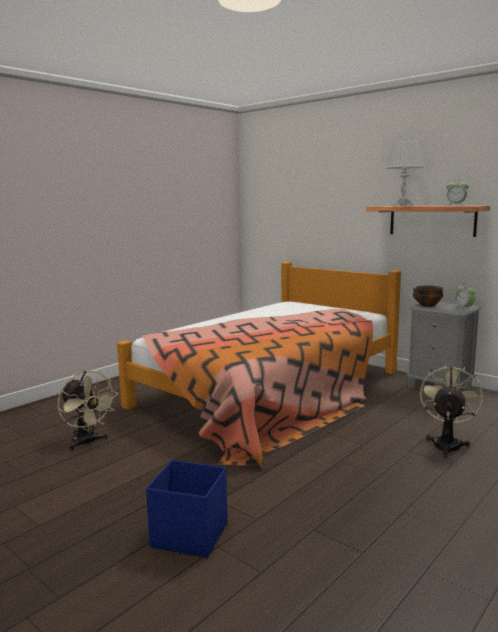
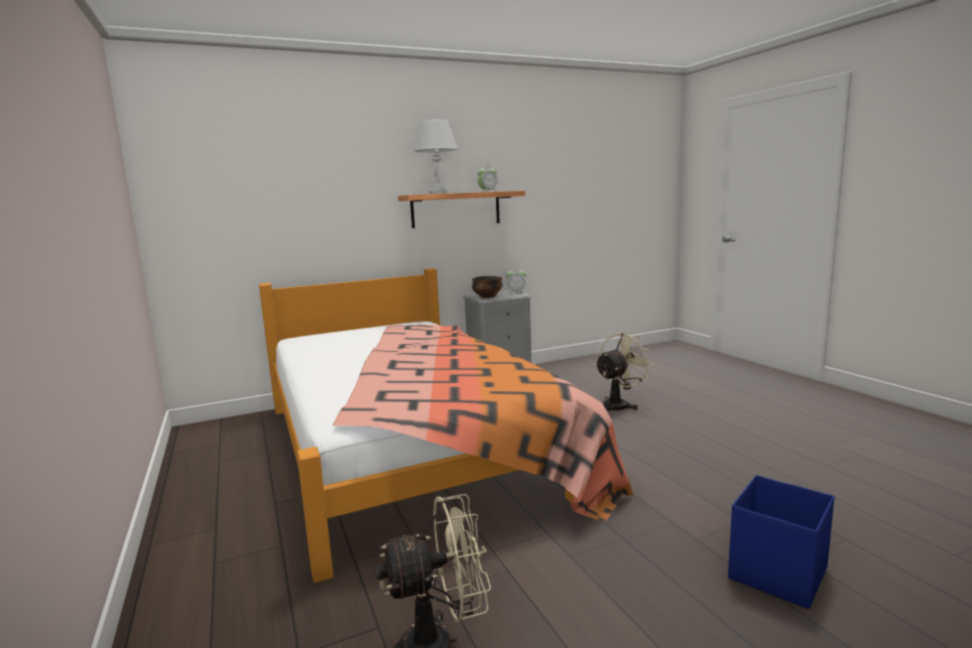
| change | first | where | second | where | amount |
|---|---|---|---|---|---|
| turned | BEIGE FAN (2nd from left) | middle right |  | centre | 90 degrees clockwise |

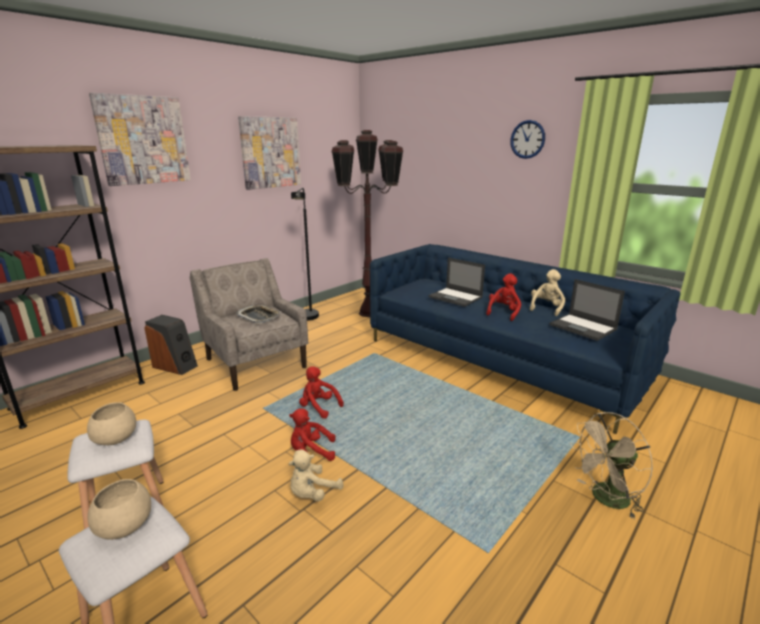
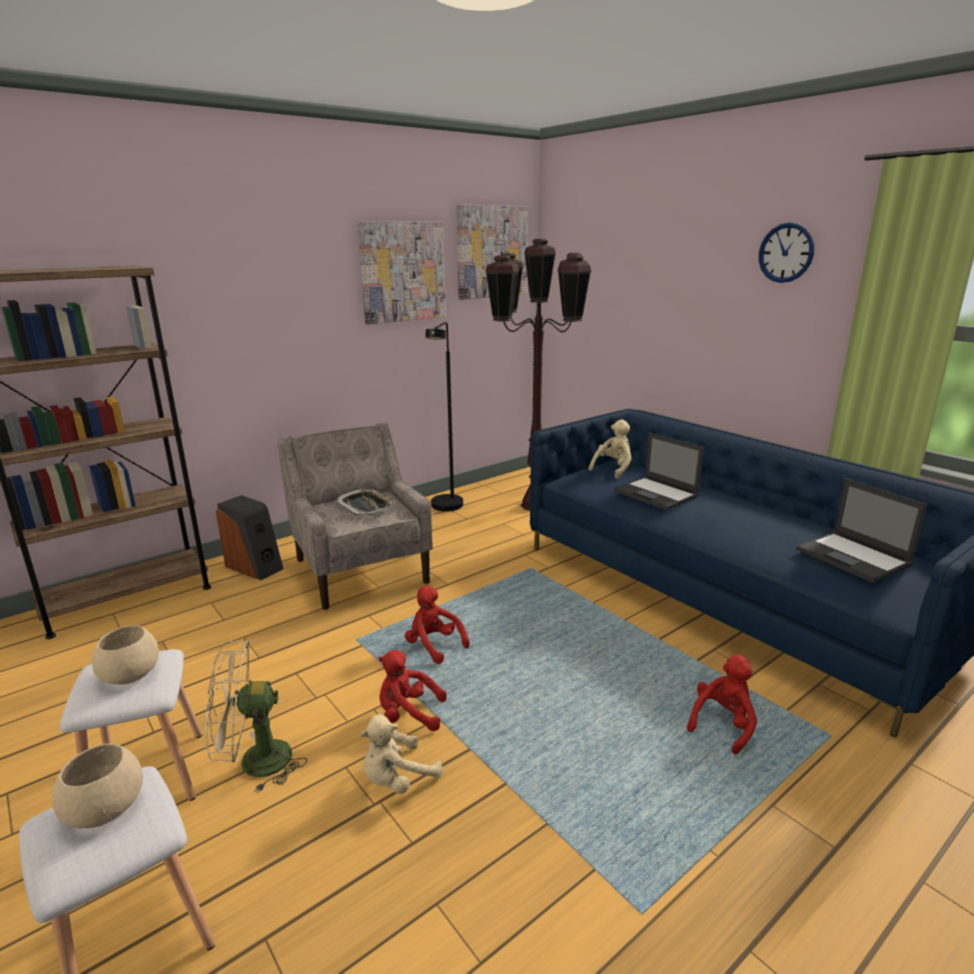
| change | first | where | second | where | amount |
|---|---|---|---|---|---|
| moved | PICTURE (1st from left in the first image) | top left | PICTURE (2nd from left) | top centre |  |
| moved | RED PLUSH TOY (3rd from left) | centre |  | bottom right |  |
| moved | BEIGE PLUSH TOY (2nd from left) | middle right |  | centre |  |
| moved | BEIGE FAN | bottom right |  | bottom left |  |

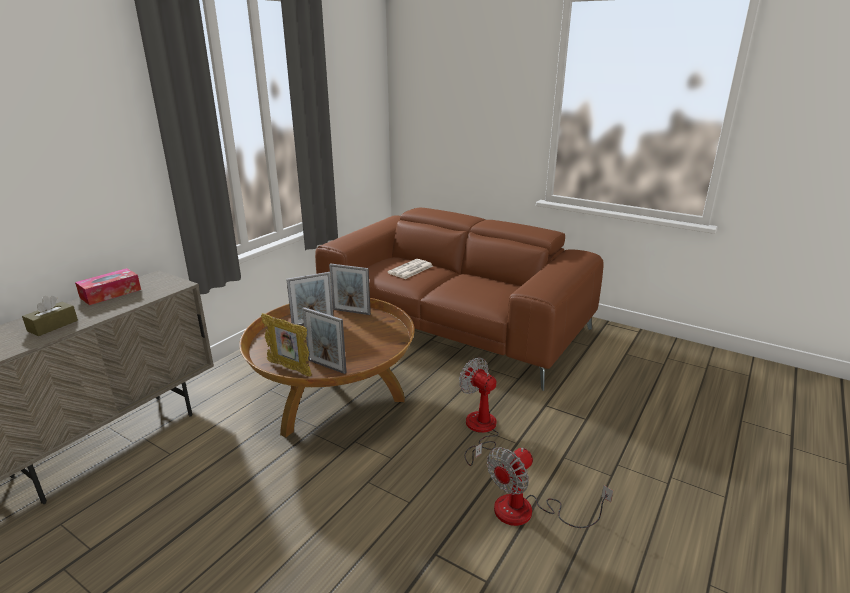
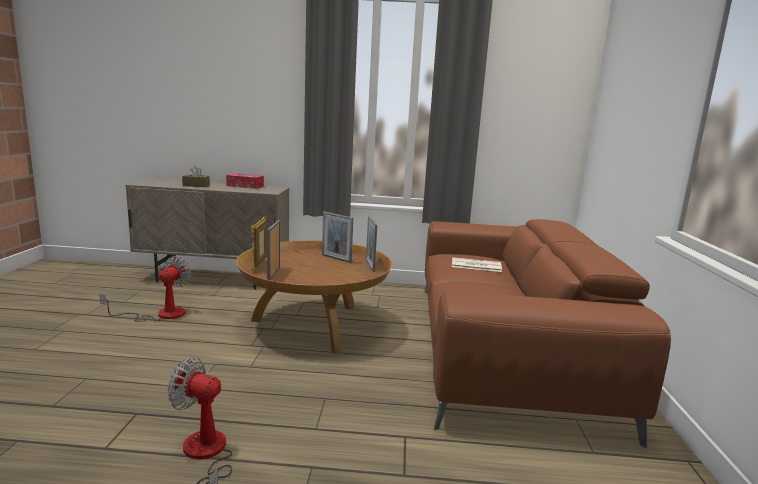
| change | first | where | second | where | amount |
|---|---|---|---|---|---|
| moved | FAN (1st from left) | bottom centre |  | middle left |  |

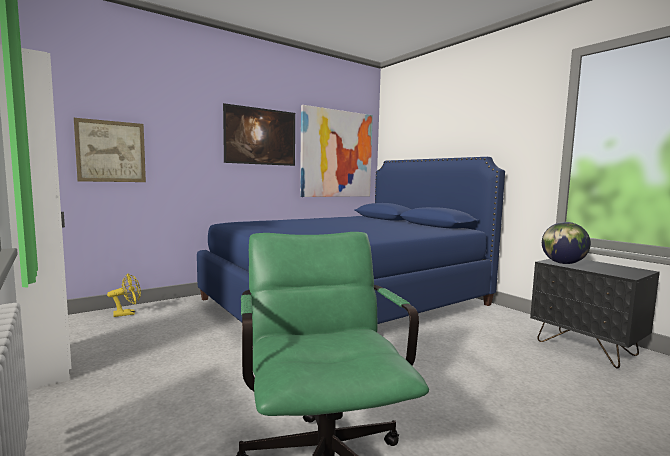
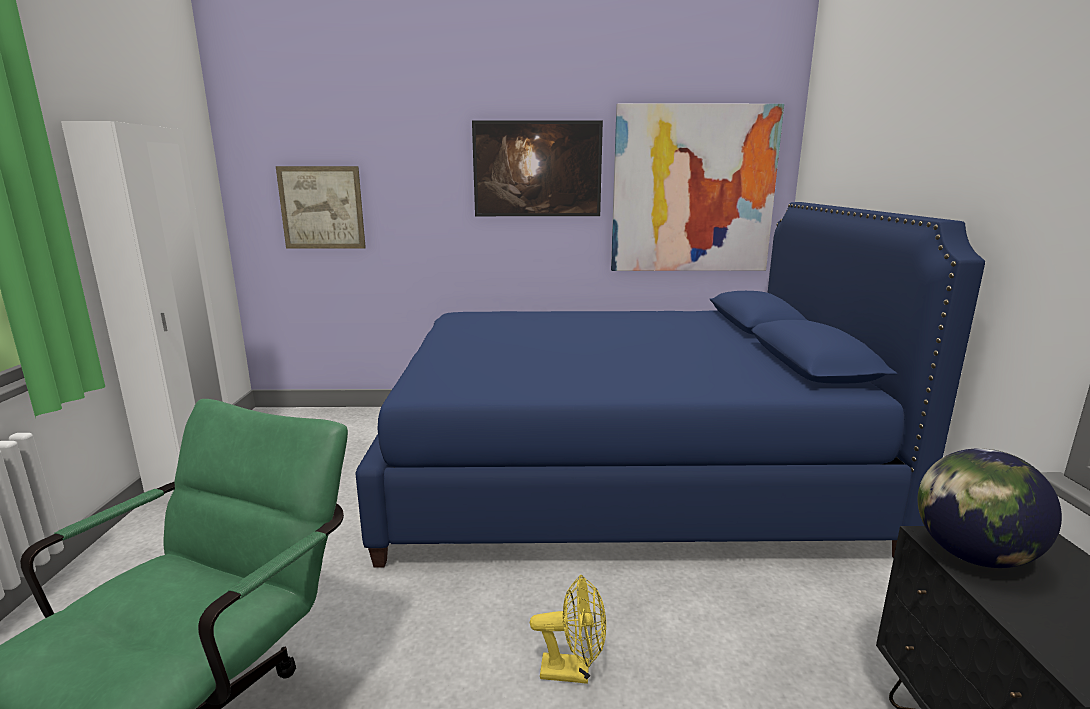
| change | first | where | second | where | amount |
|---|---|---|---|---|---|
| moved | YELLOW FAN | middle left |  | bottom centre |  |

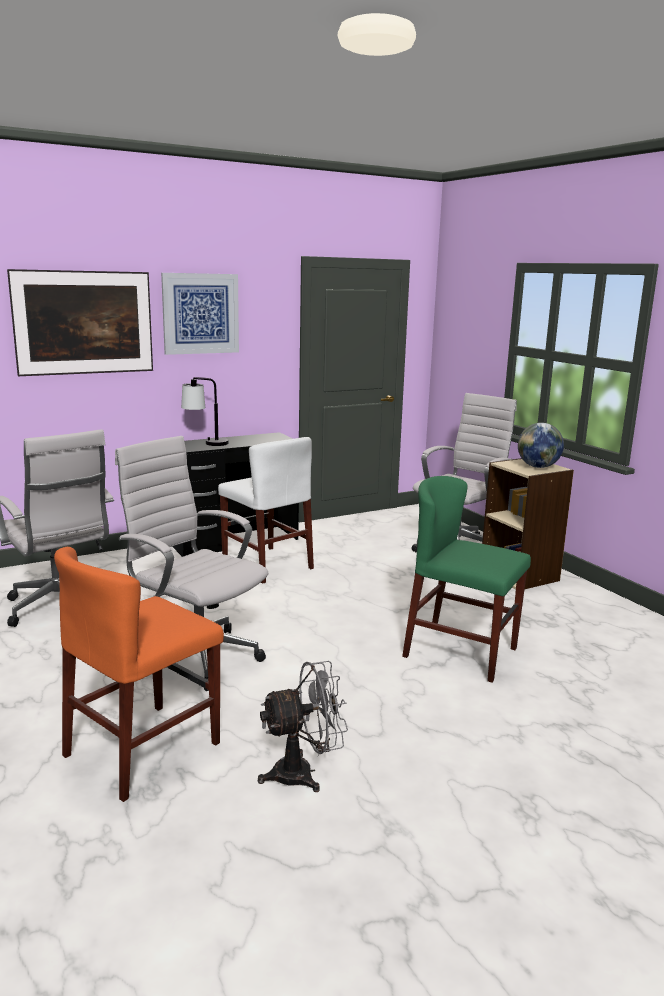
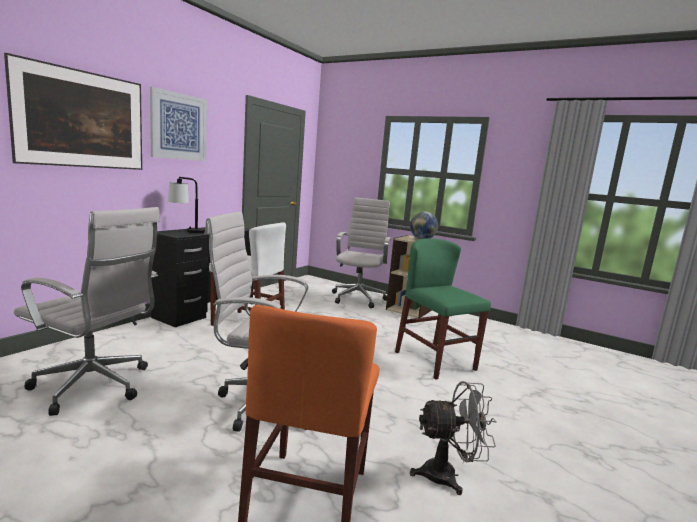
| change | first | where | second | where | amount |
|---|---|---|---|---|---|
| turned | GREY FAN | bottom centre |  | bottom centre | 45 degrees clockwise |
| turned | GREEN CHAIR | middle right |  | centre | 60 degrees clockwise |

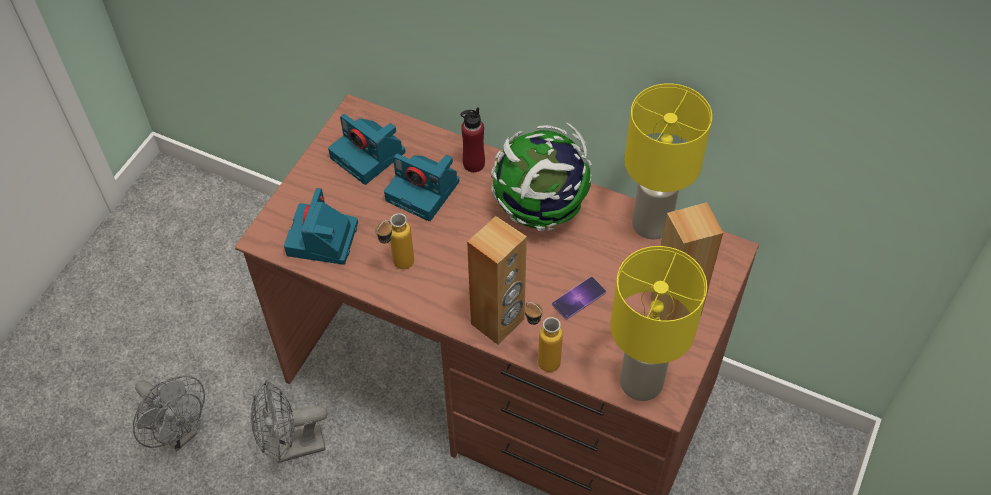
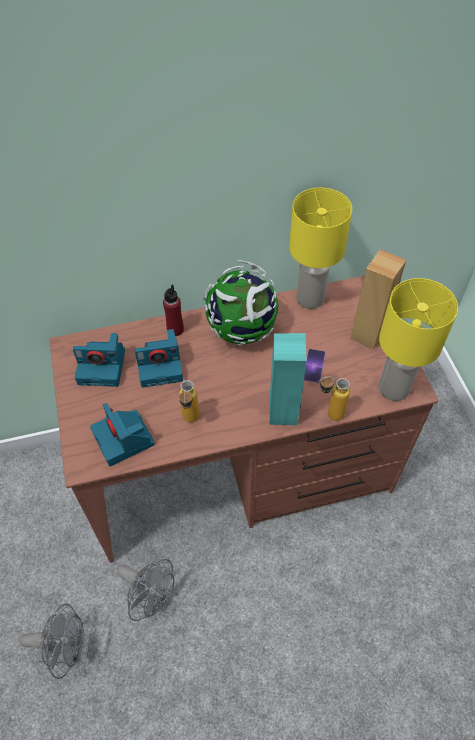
| change | first | where | second | where | amount |
|---|---|---|---|---|---|
| recoloured | BROWN SPEAKER (1st from left) | centre | TURQUOISE SPEAKER | centre |  |
| turned | GREY FAN (2nd from left) | bottom left |  | bottom left | 90 degrees counterclockwise |

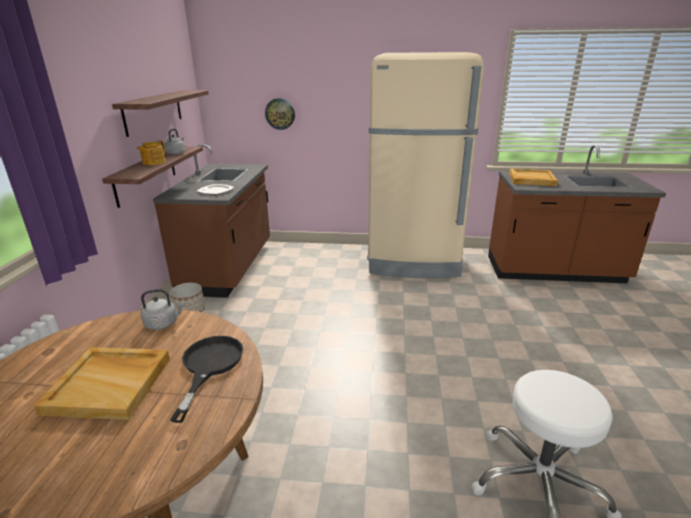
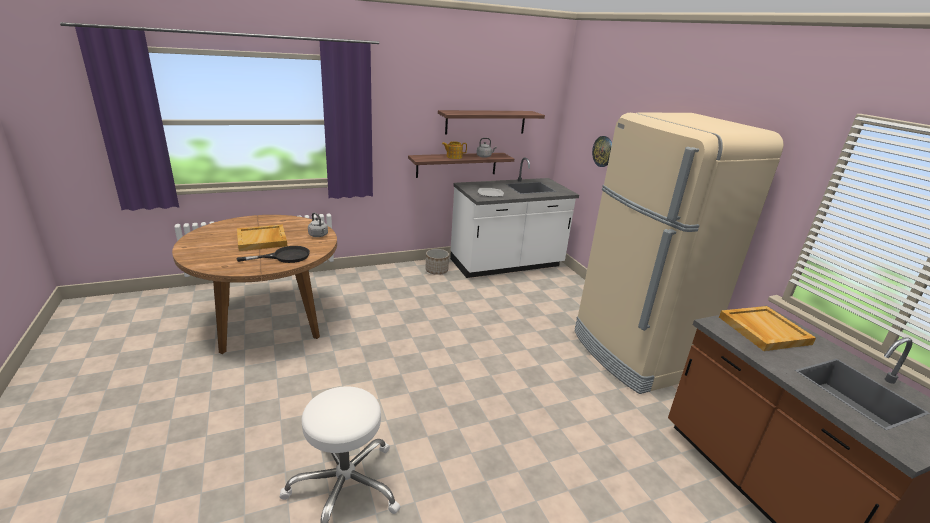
| change | first | where | second | where | amount |
|---|---|---|---|---|---|
| recoloured | BROWN COUNTER (1st from left) | middle left | WHITE COUNTER | centre |  |

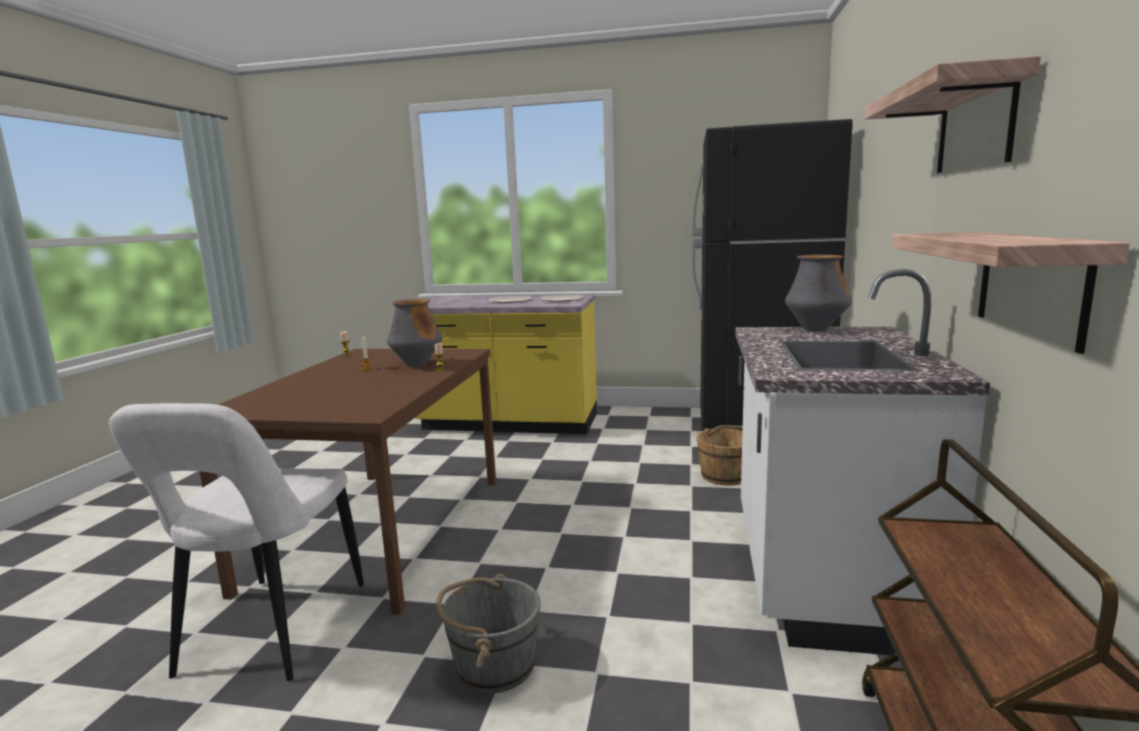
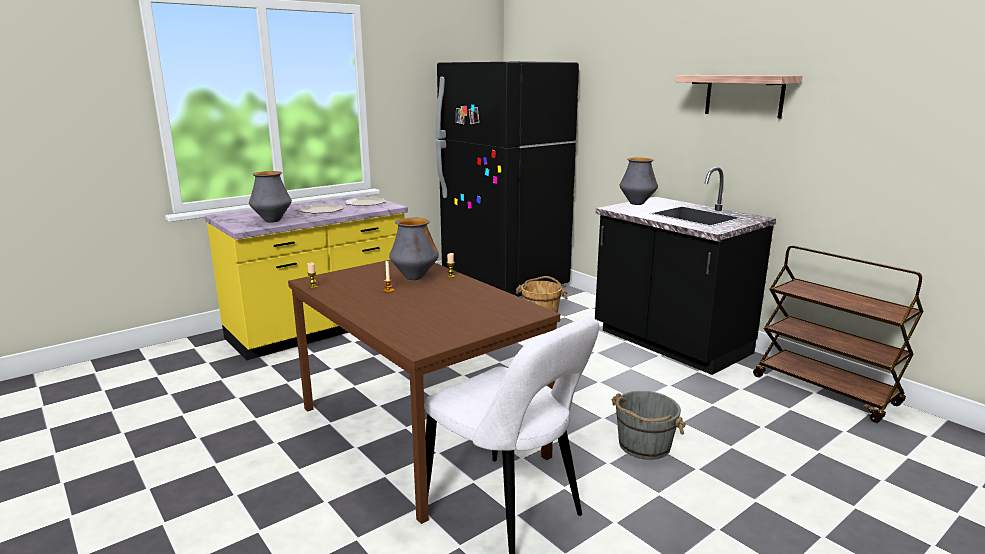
| change | first | where | second | where | amount |
|---|---|---|---|---|---|
| removed | SHELF (2nd from left) | middle right |  |  |  |
| added |  |  | VASE (1st from left) | middle left |  |
| recoloured | WHITE COUNTER | middle right | BLACK COUNTER | middle right |  |

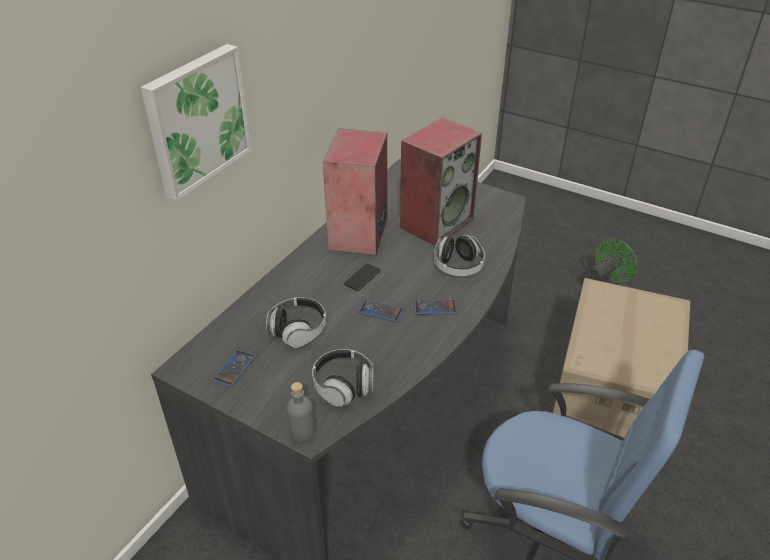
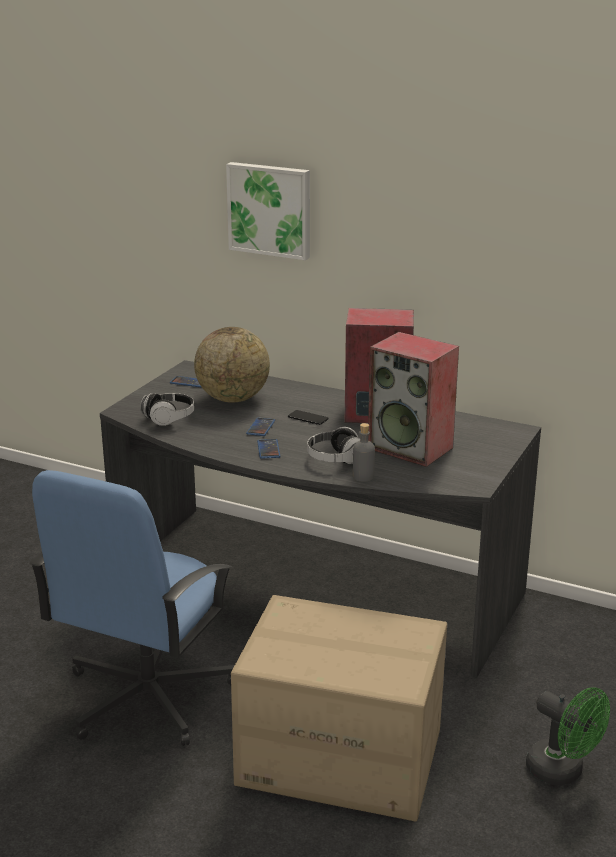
| change | first | where | second | where | amount |
|---|---|---|---|---|---|
| moved | GREY BOTTLE | bottom centre |  | centre |  |
| replaced | HEADPHONES (1st from left) | centre | GLOBE | centre |  |

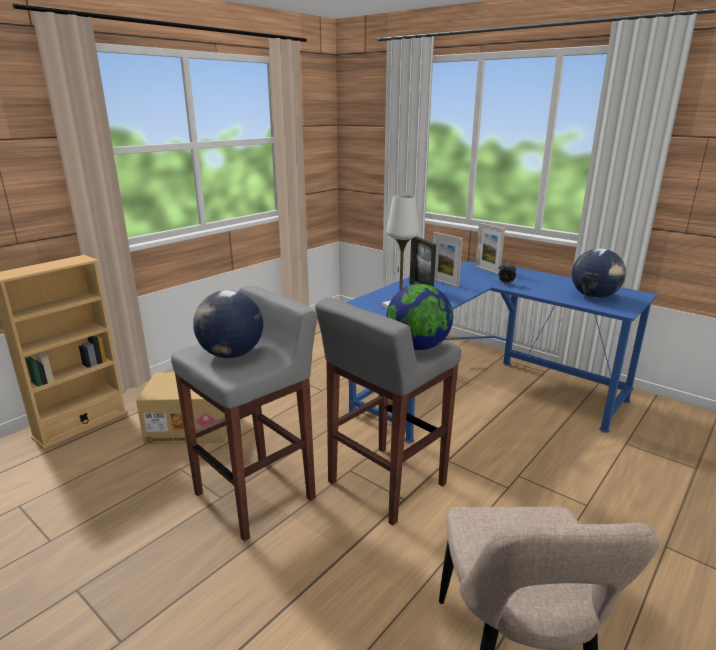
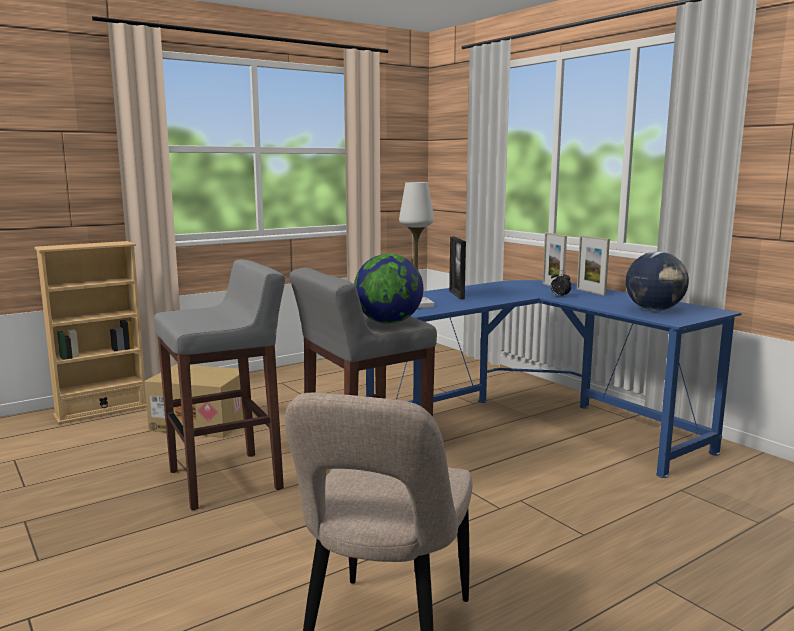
| change | first | where | second | where | amount |
|---|---|---|---|---|---|
| removed | GLOBE (1st from left) | middle left |  |  |  |
| moved | PICTURE FRAME (2nd from left in the first image) | centre | PICTURE FRAME (3rd from left) | middle right |  |

